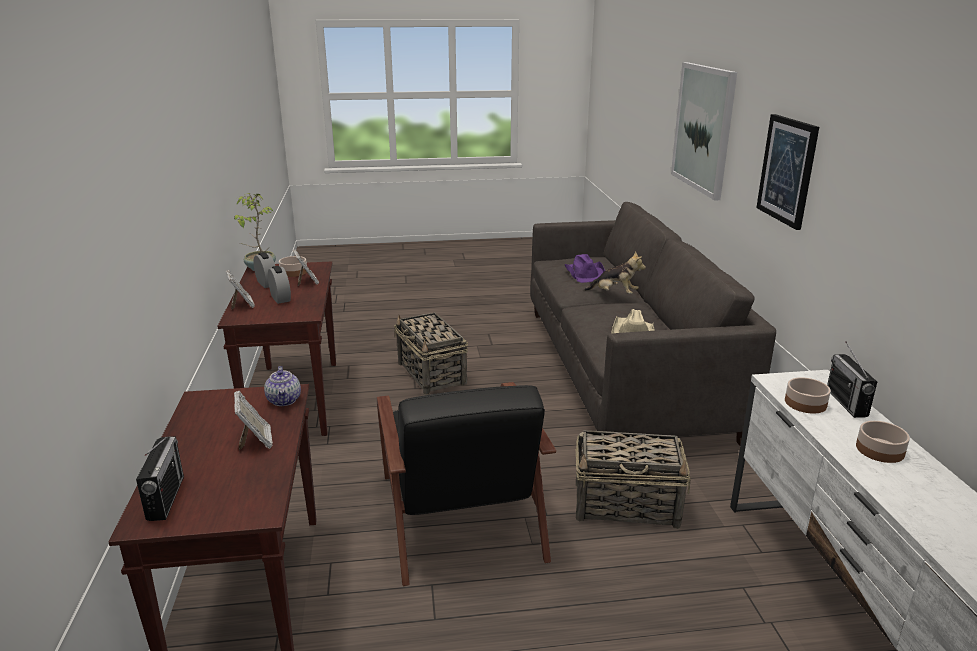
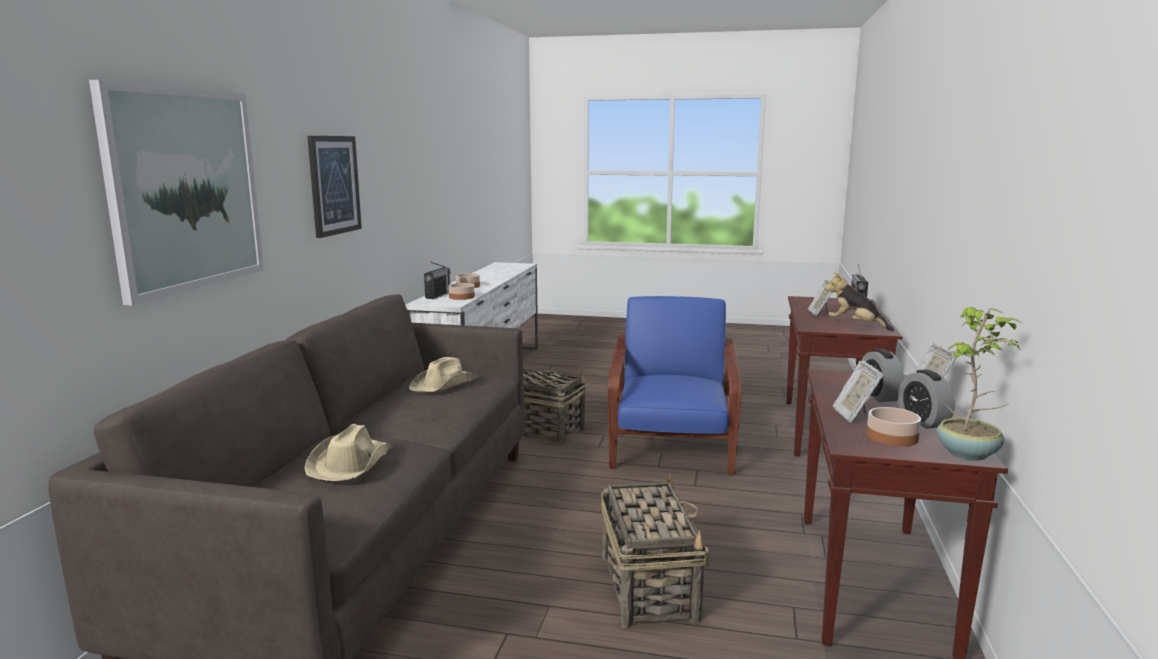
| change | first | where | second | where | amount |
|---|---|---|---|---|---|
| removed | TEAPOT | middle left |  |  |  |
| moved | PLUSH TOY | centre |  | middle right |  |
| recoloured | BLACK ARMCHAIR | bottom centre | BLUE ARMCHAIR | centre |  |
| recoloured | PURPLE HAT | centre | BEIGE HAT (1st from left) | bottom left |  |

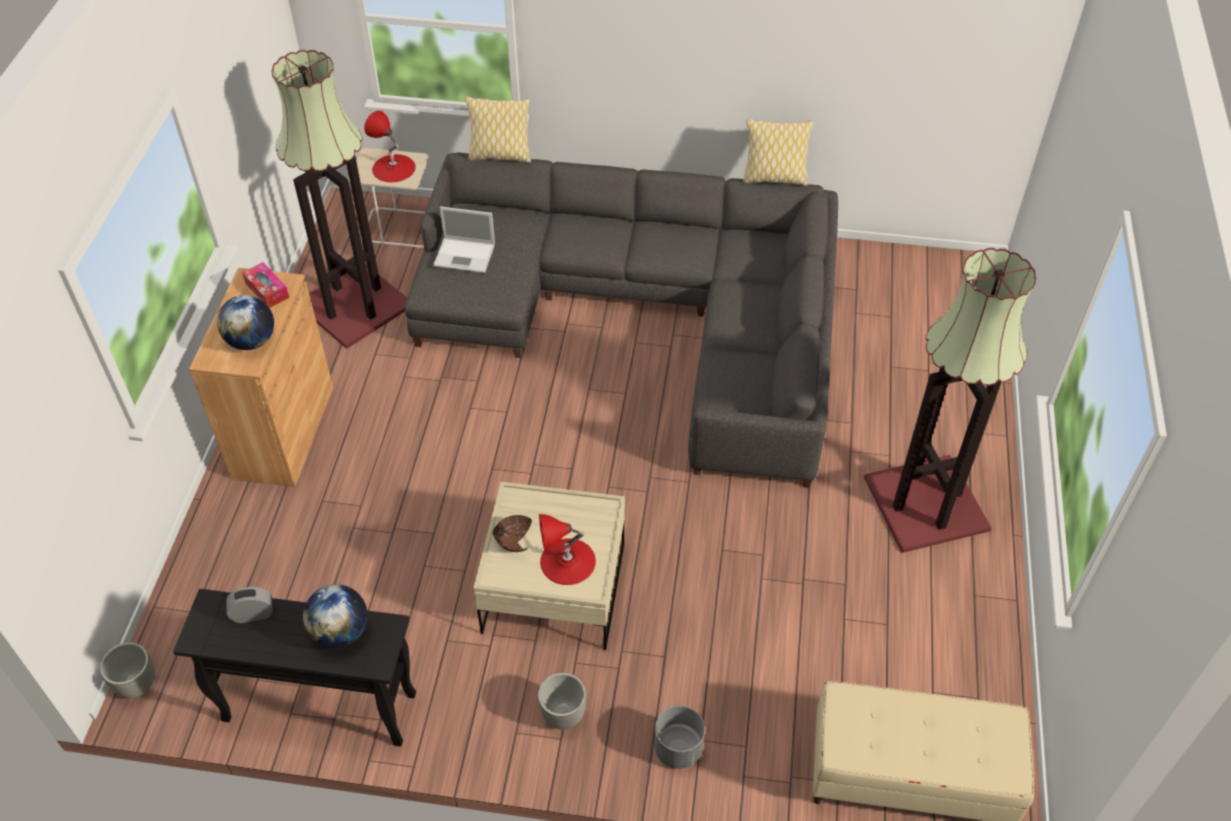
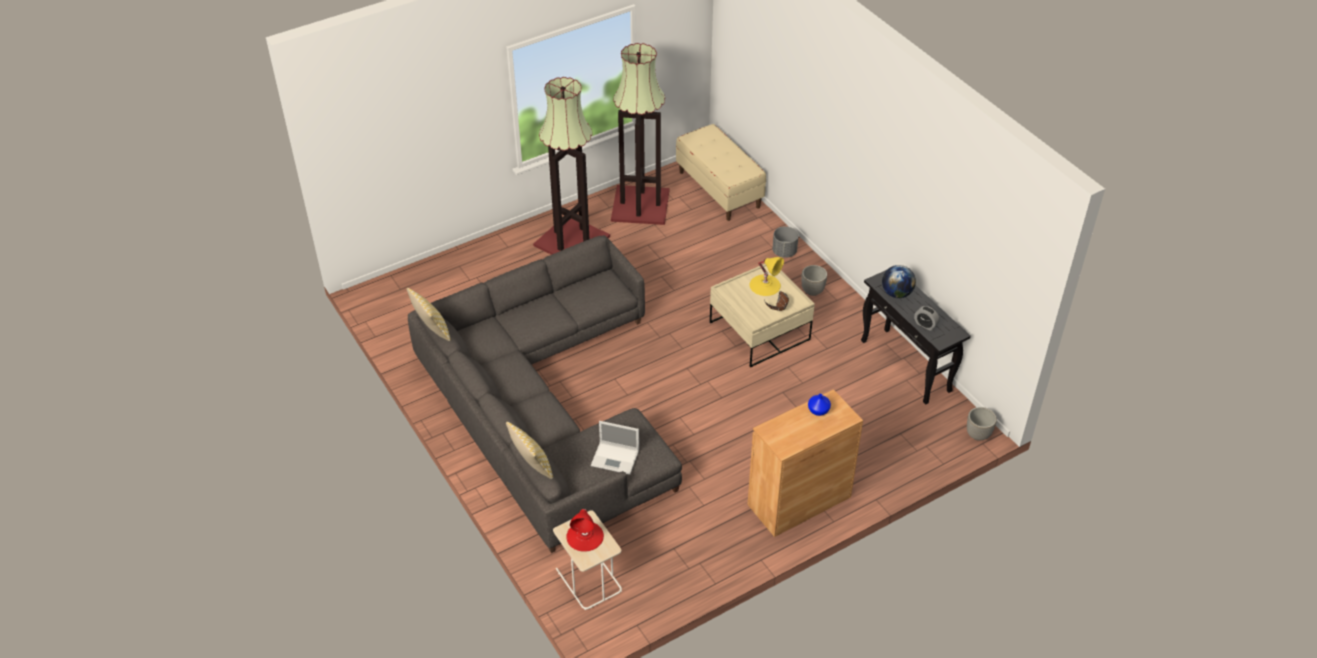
| change | first | where | second | where | amount |
|---|---|---|---|---|---|
| removed | TISSUE BOX | middle left |  |  |  |
| moved | FLOOR LAMP (1st from left in the first image) | top left | FLOOR LAMP (2nd from left) | top centre |  |
| replaced | GLOBE (1st from left) | middle left | BLUE VASE | centre |  |
| recoloured | RED TABLE LAMP (2nd from left) | bottom centre | YELLOW TABLE LAMP | centre |  |
| turned | LAPTOP | top centre |  | bottom centre | 135 degrees clockwise |

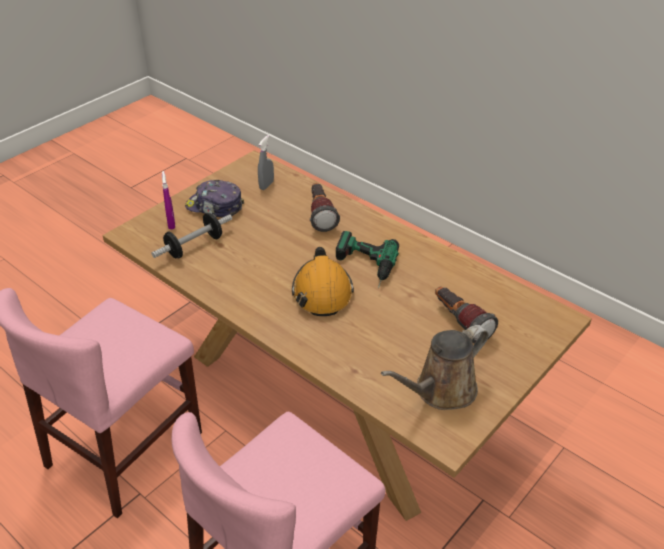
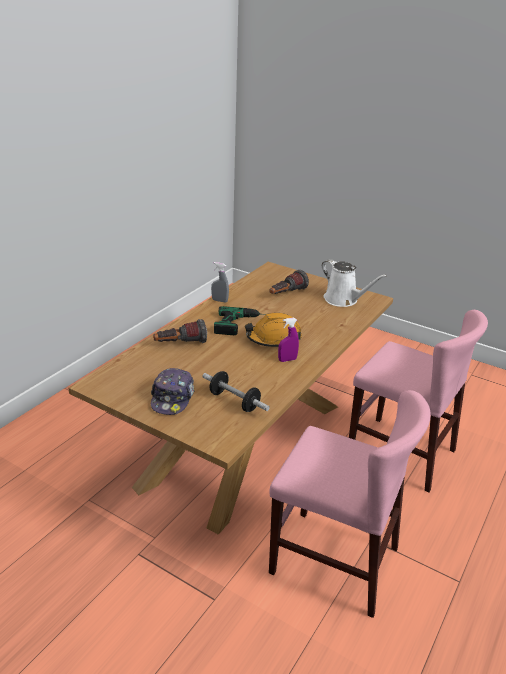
| change | first | where | second | where | amount |
|---|---|---|---|---|---|
| moved | PURPLE SPRAY BOTTLE | middle left |  | centre |  |
| moved | GREY SPRAY BOTTLE | top centre |  | centre |  |
| recoloured | BROWN WATERING CAN | bottom centre | WHITE WATERING CAN | middle right |  |

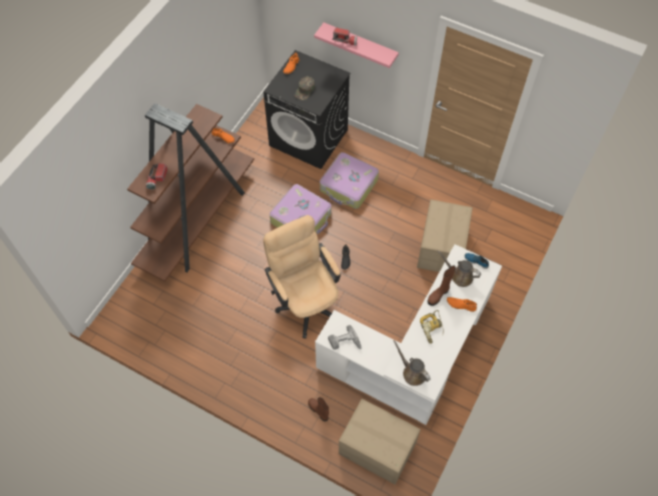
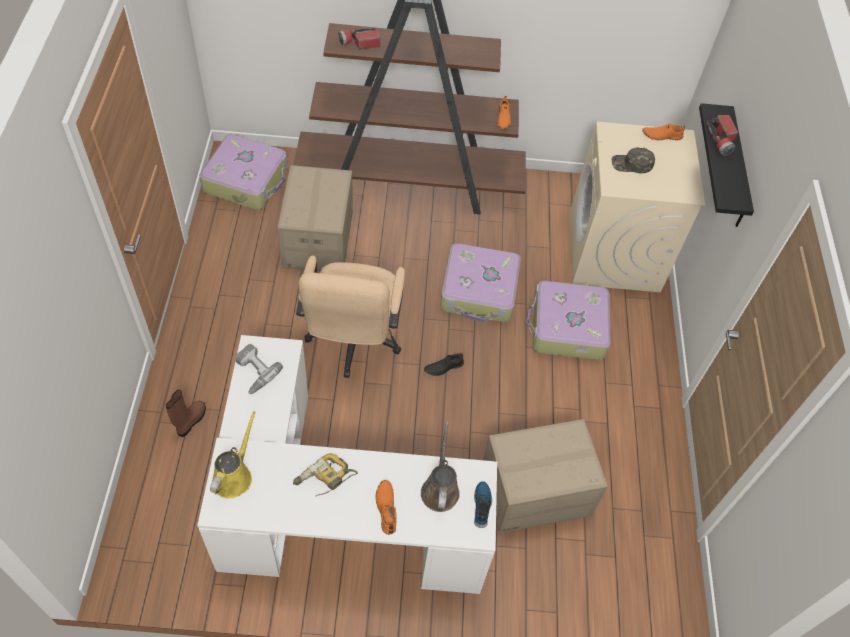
| change | first | where | second | where | amount |
|---|---|---|---|---|---|
| removed | BROWN BOOT (2nd from left) | middle right |  |  |  |
| added |  |  | SUITCASE (1st from left) | top left |  |
| moved | CARDBOARD BOX (1st from left) | bottom centre |  | centre |  |
| recoloured | BLACK WASHING MACHINE | top centre | BEIGE WASHING MACHINE | top right |  |
| recoloured | PINK SHELF | top centre | BLACK SHELF | top right |  |
| recoloured | BROWN WATERING CAN (1st from left) | bottom centre | YELLOW WATERING CAN | bottom left |  |
| turned | BEIGE OFFICE CHAIR | centre |  | centre | 150 degrees clockwise |

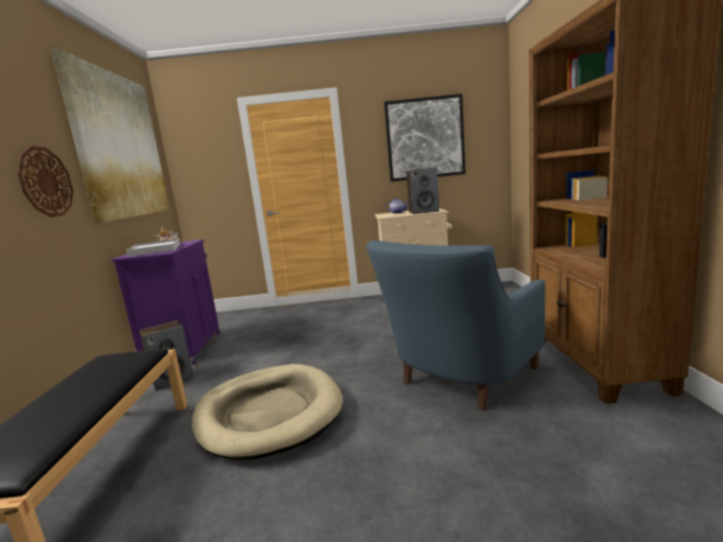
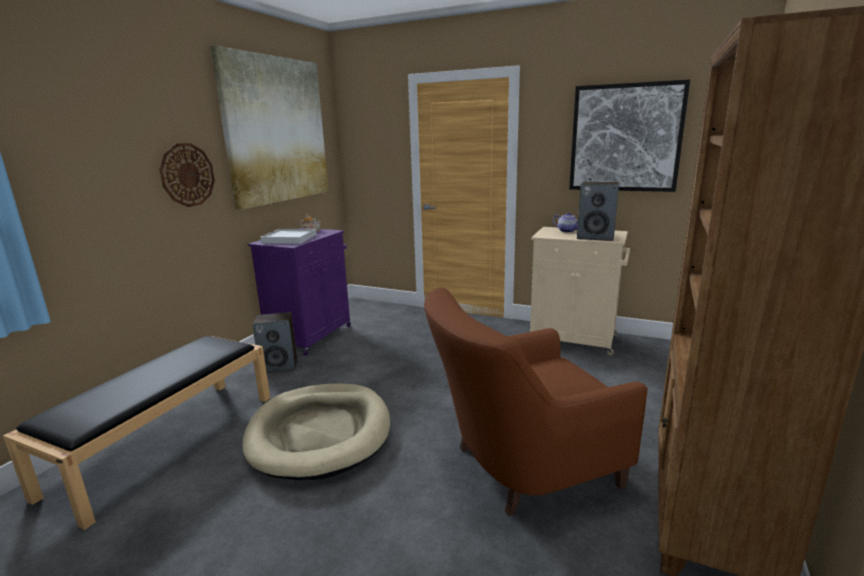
| change | first | where | second | where | amount |
|---|---|---|---|---|---|
| recoloured | BLUE ARMCHAIR | centre | BROWN ARMCHAIR | bottom centre |  |

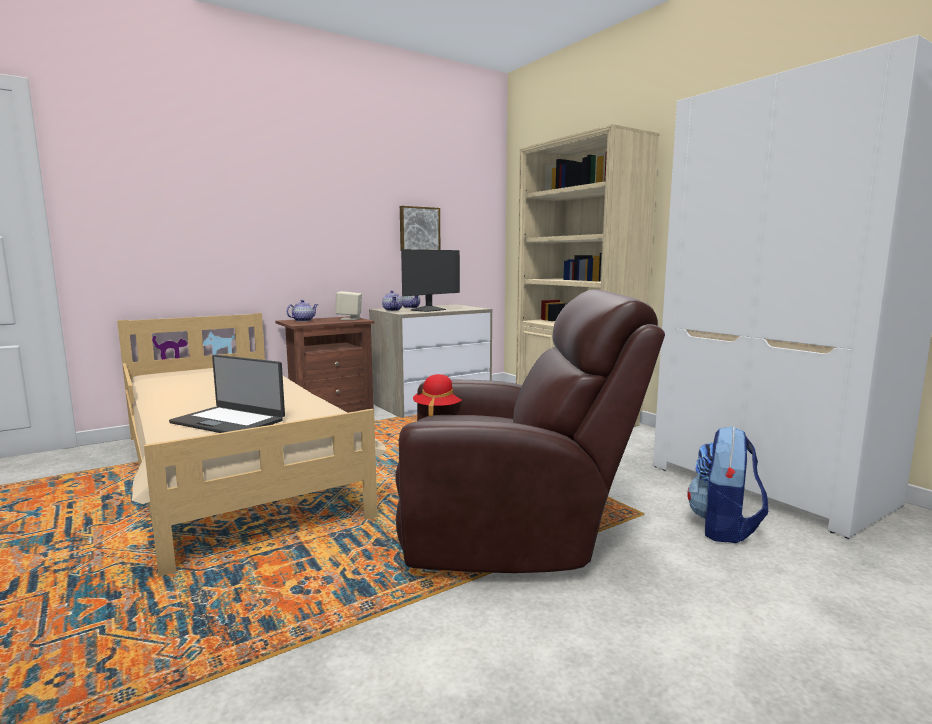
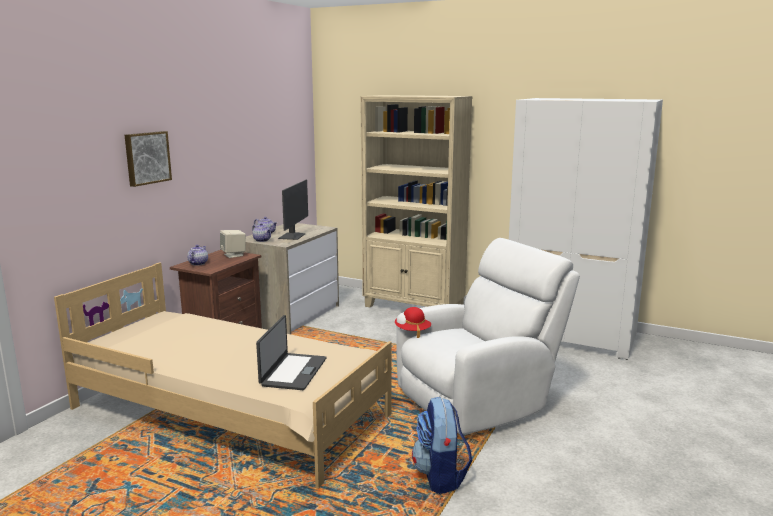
| change | first | where | second | where | amount |
|---|---|---|---|---|---|
| moved | PICTURE | top centre |  | top left |  |
| moved | BACKPACK | bottom right |  | bottom centre |  |
| recoloured | BROWN ARMCHAIR | centre | WHITE ARMCHAIR | centre |  |
| turned | LAPTOP | middle left |  | bottom centre | 75 degrees counterclockwise |

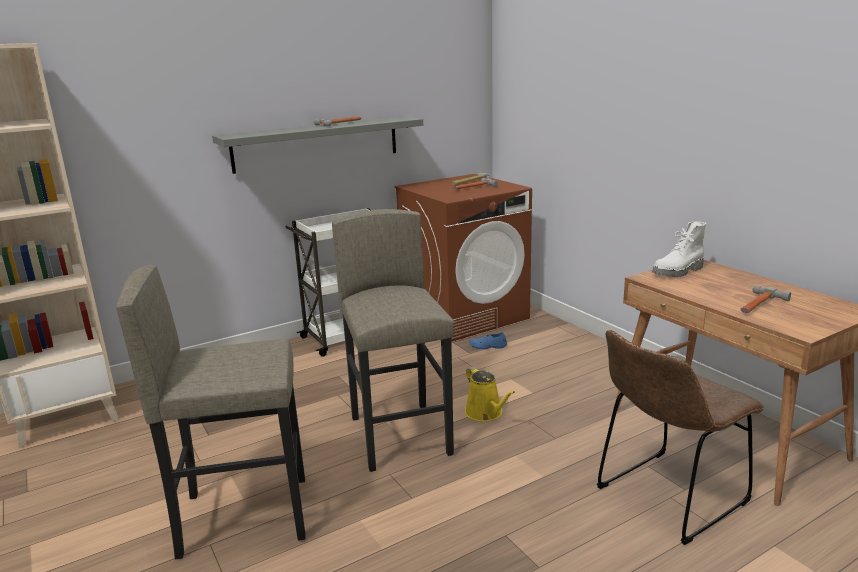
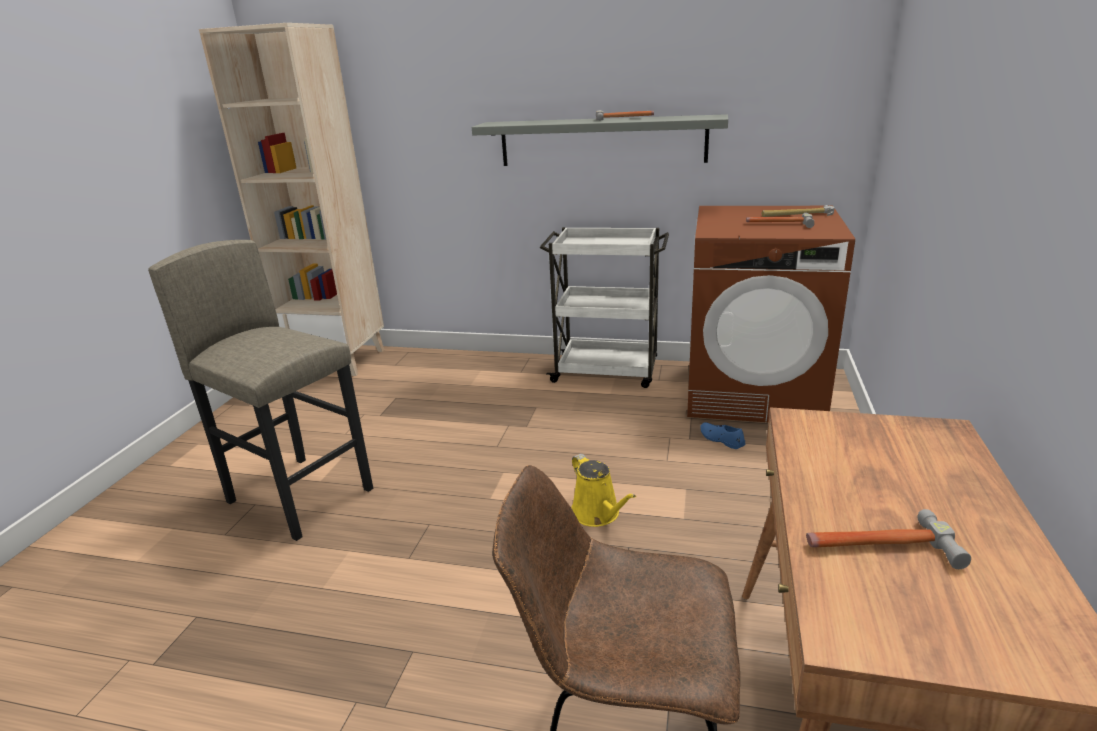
| change | first | where | second | where | amount |
|---|---|---|---|---|---|
| removed | GREY STOOL (2nd from left) | centre |  |  |  |
| removed | WHITE BOOT | middle right |  |  |  |
| turned | YELLOW WATERING CAN | bottom centre |  | bottom centre | 45 degrees counterclockwise |

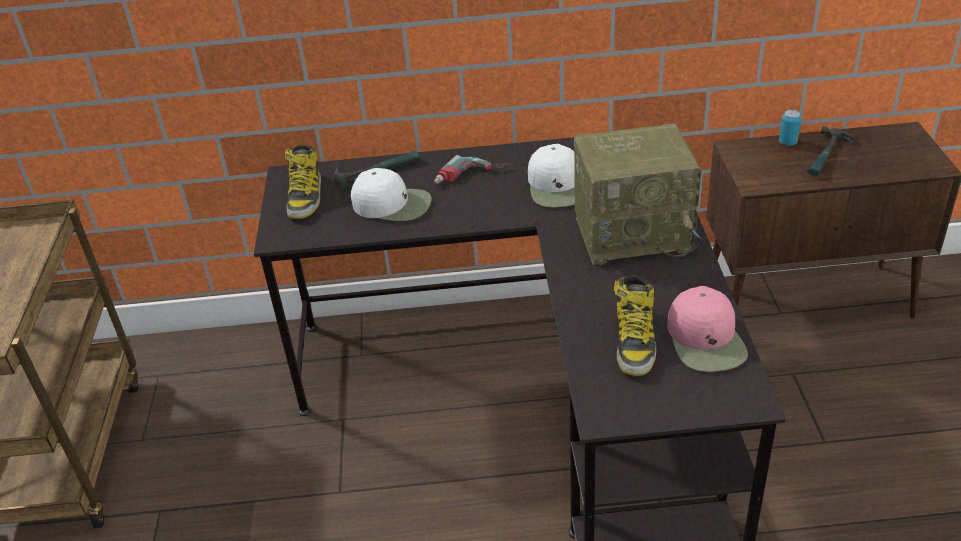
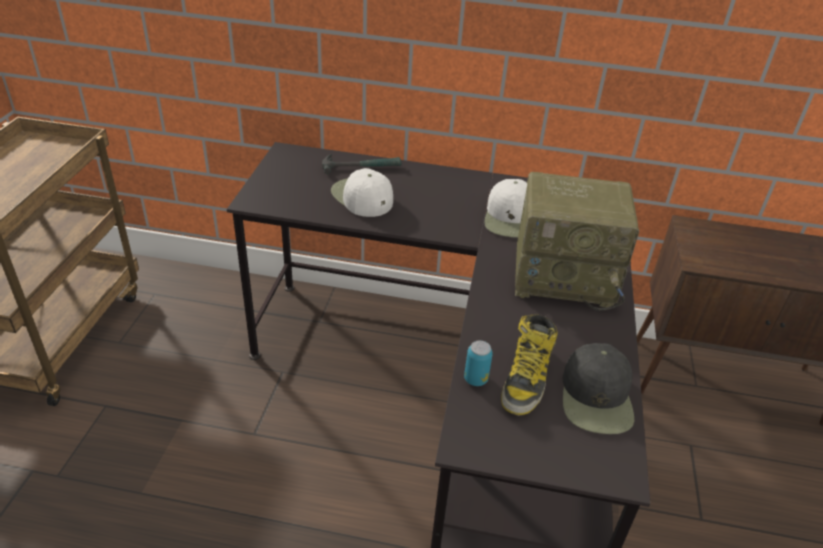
| change | first | where | second | where | amount |
|---|---|---|---|---|---|
| removed | BOOT (1st from left) | middle left |  |  |  |
| removed | POWER DRILL | top centre |  |  |  |
| removed | HAMMER (2nd from left) | top right |  |  |  |
| moved | CAN | top right |  | centre |  |
| recoloured | PINK CAP | middle right | BLACK CAP | bottom right |  |
| turned | WHITE CAP (1st from left) | centre |  | centre | 150 degrees counterclockwise |

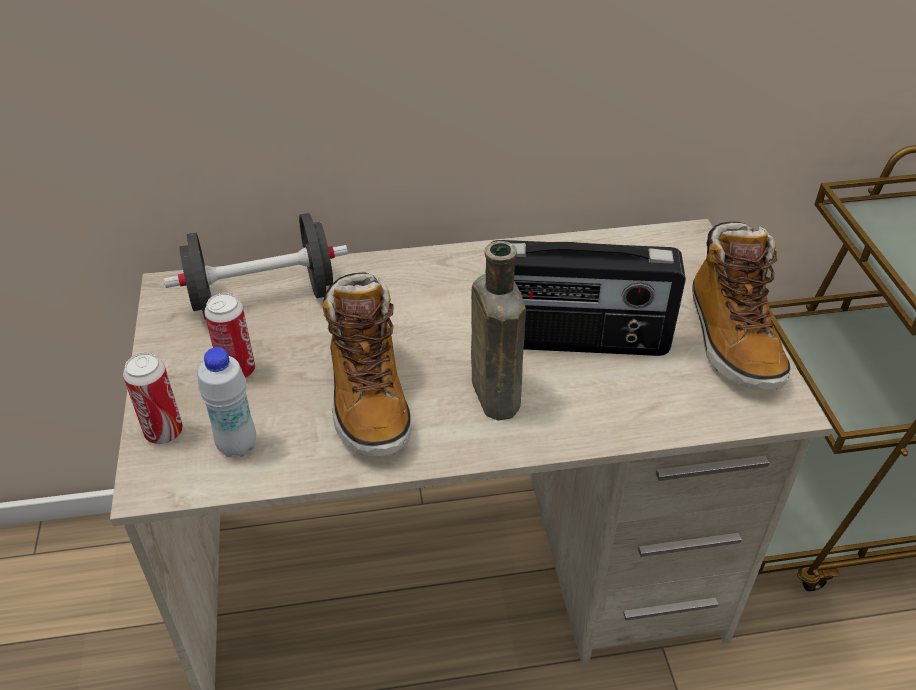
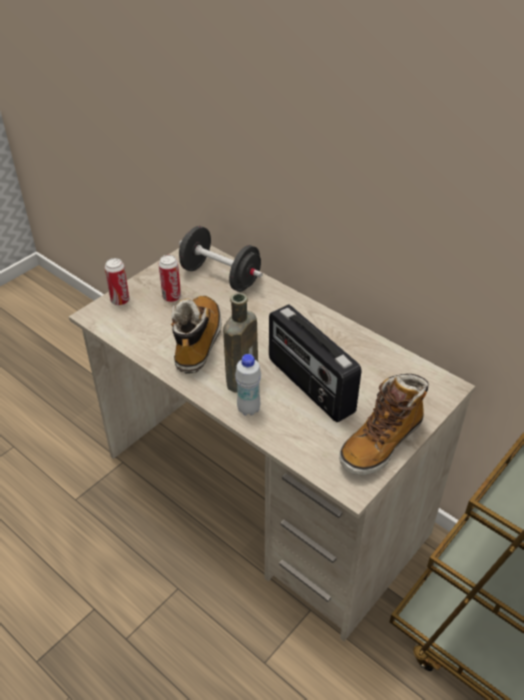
| change | first | where | second | where | amount |
|---|---|---|---|---|---|
| moved | WHITE BOTTLE | middle left |  | centre |  |
| turned | BOOT (1st from left) | centre |  | centre | 150 degrees clockwise |

